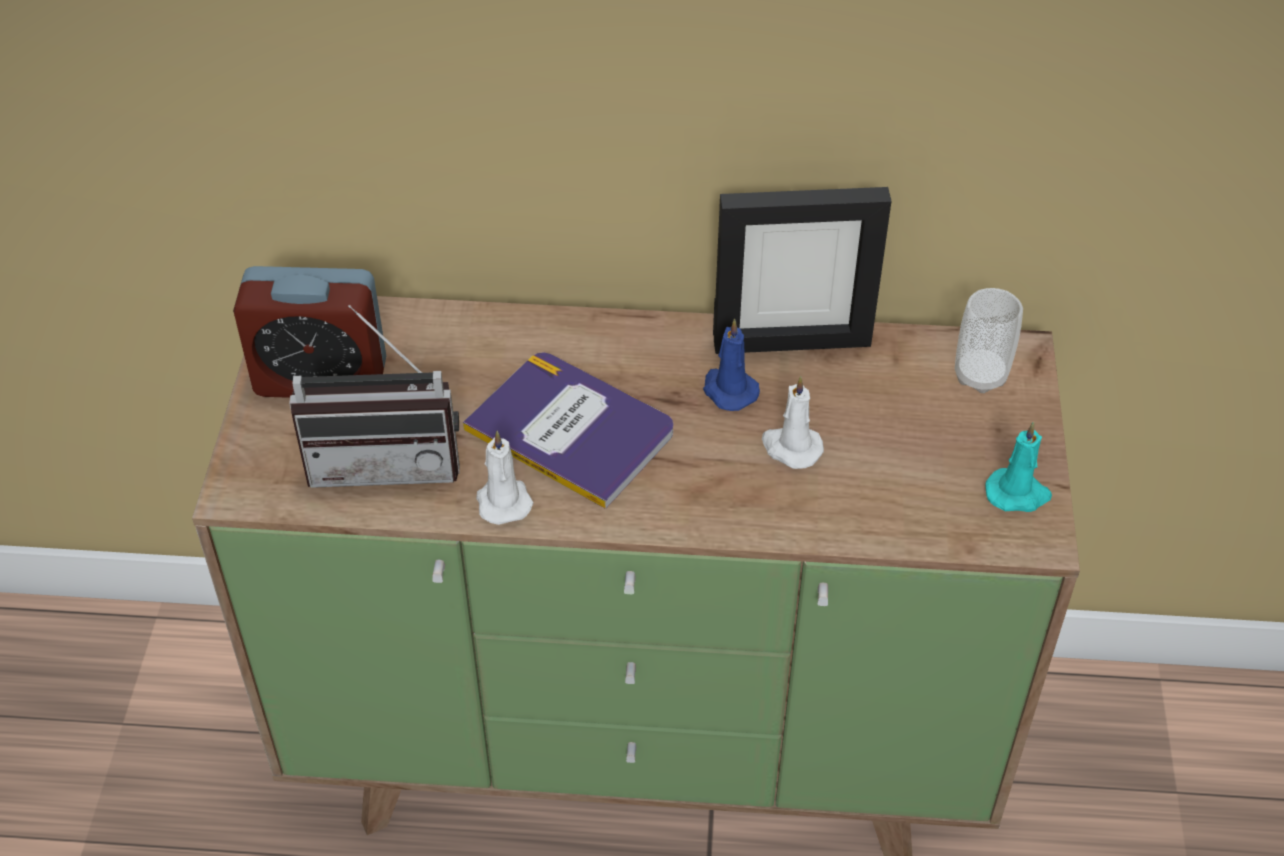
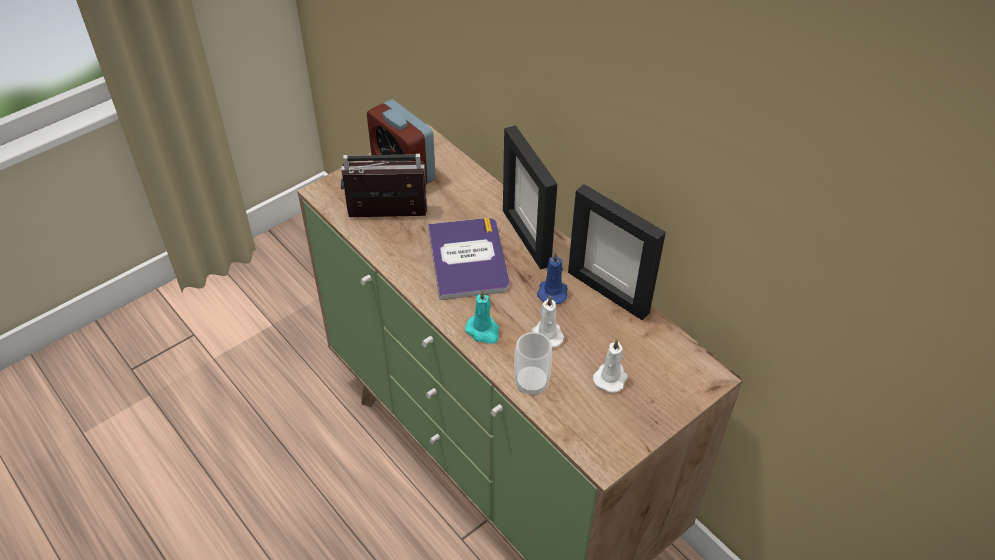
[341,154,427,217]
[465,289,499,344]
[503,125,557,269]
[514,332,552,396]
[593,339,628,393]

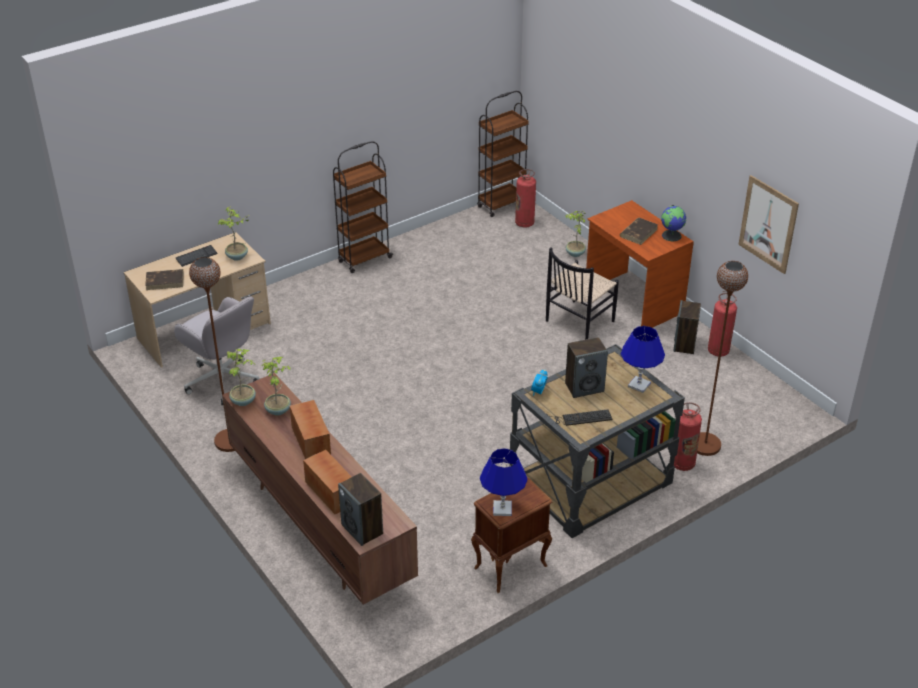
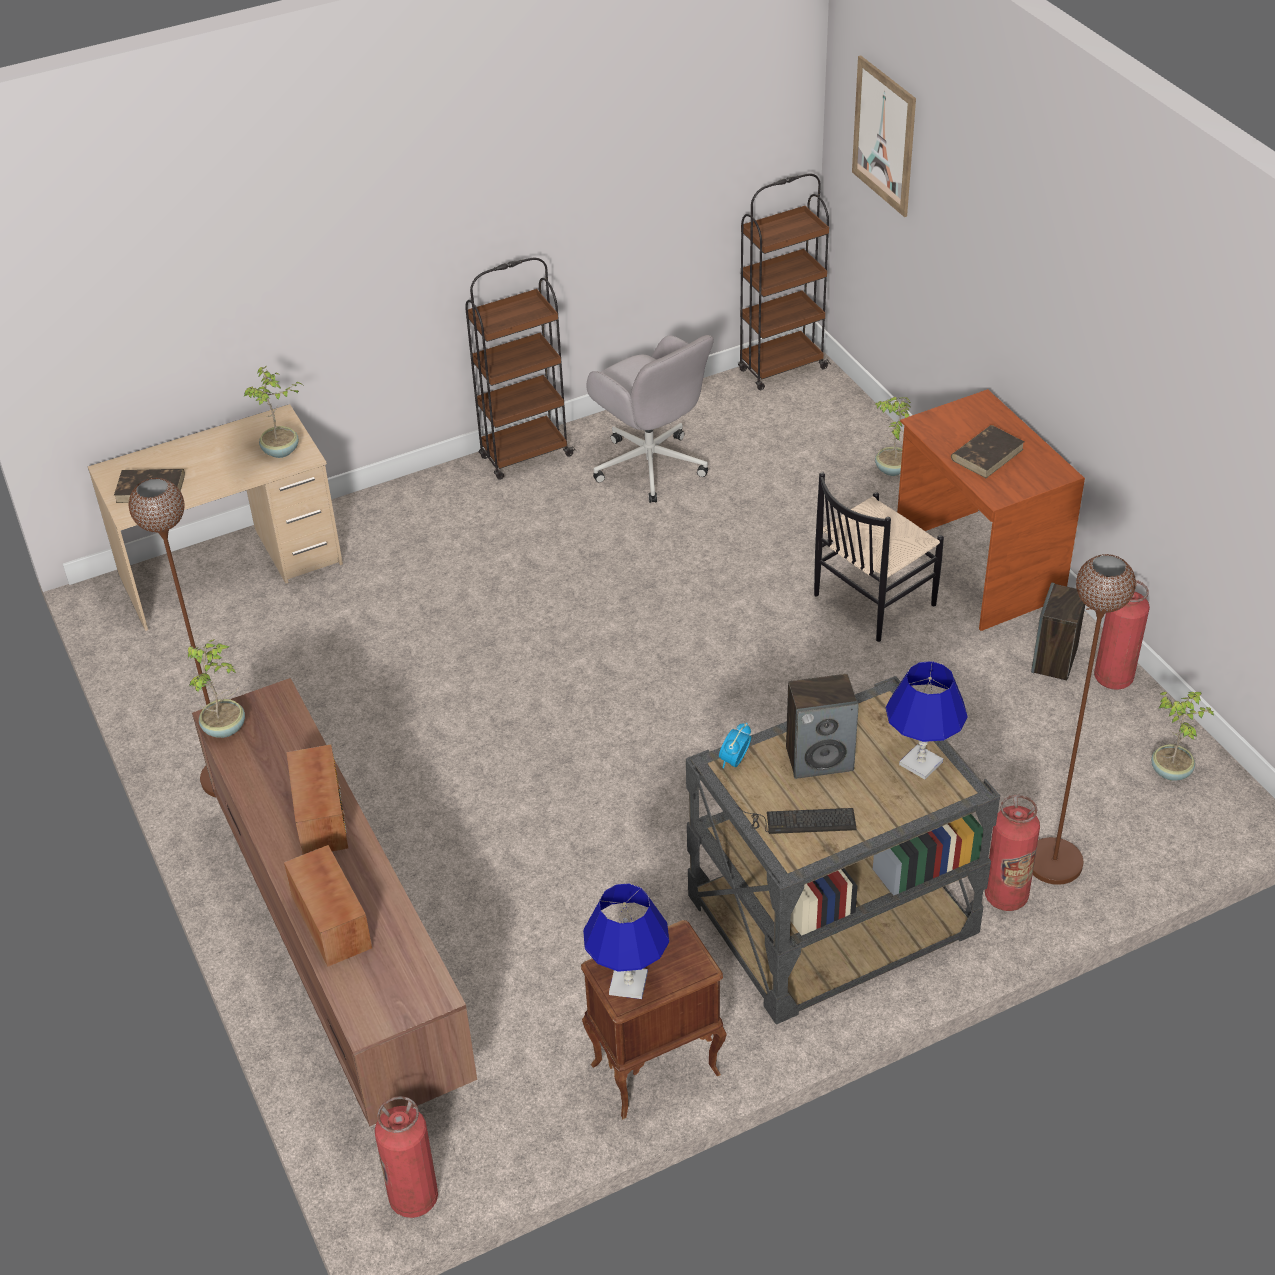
[375,1096,438,1218]
[587,335,714,503]
[852,55,916,217]
[1151,692,1215,781]
[176,245,218,267] (first image)
[338,473,383,546] (first image)
[661,205,686,241] (first image)

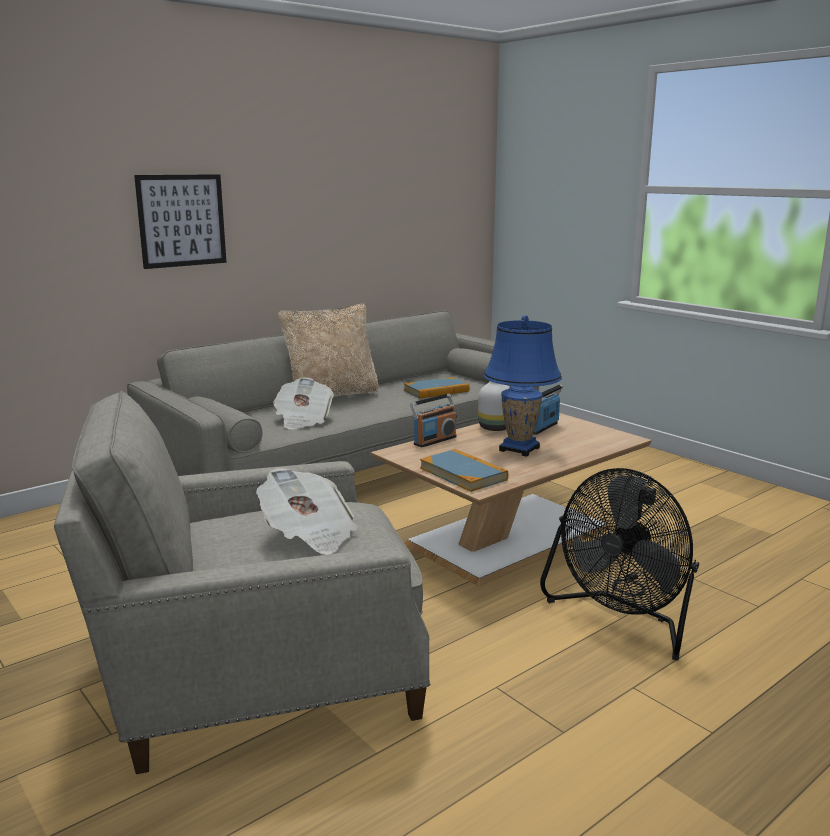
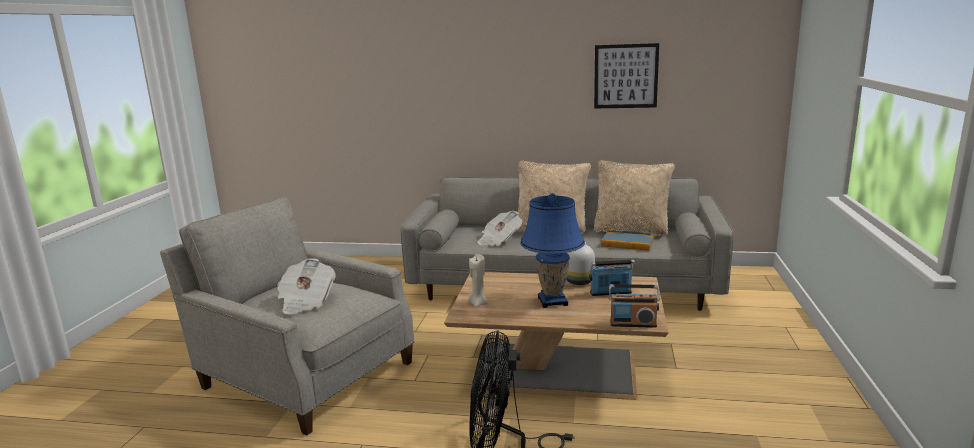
[468,254,487,307]
[594,43,659,108]
[594,160,675,236]
[609,284,660,328]

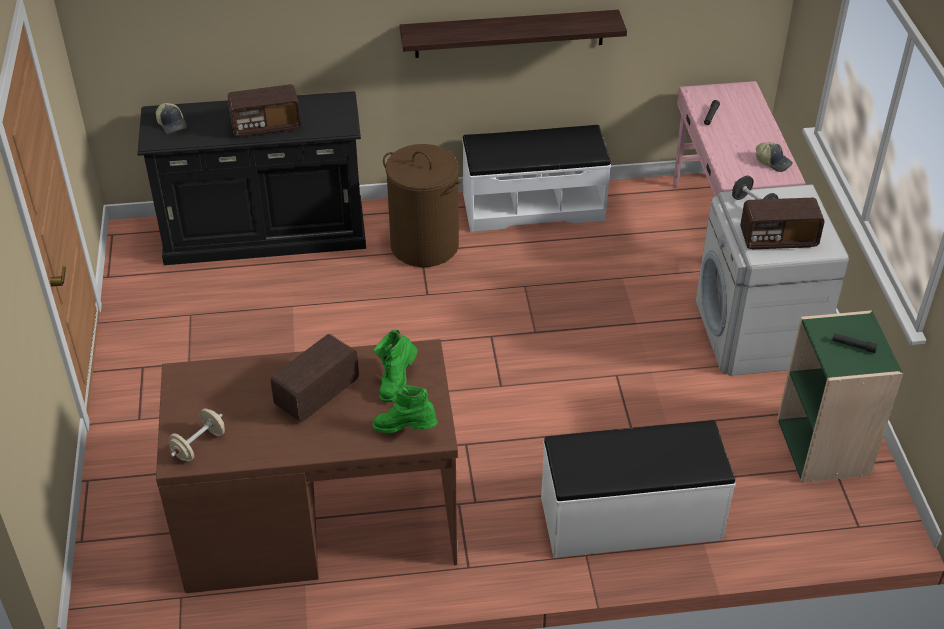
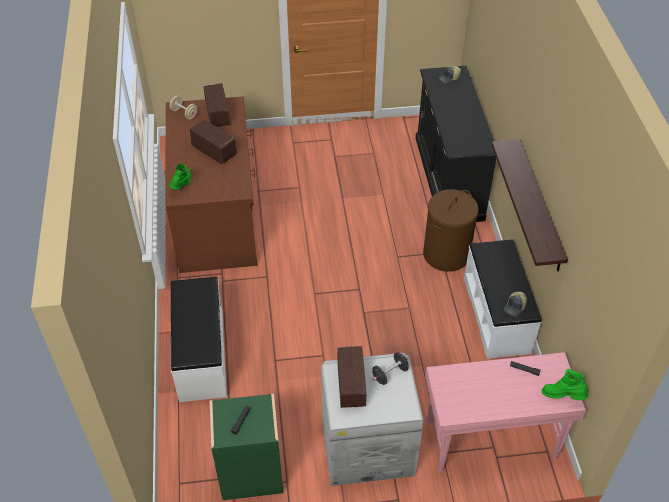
[203,83,230,127]
[504,292,527,317]
[542,369,588,400]

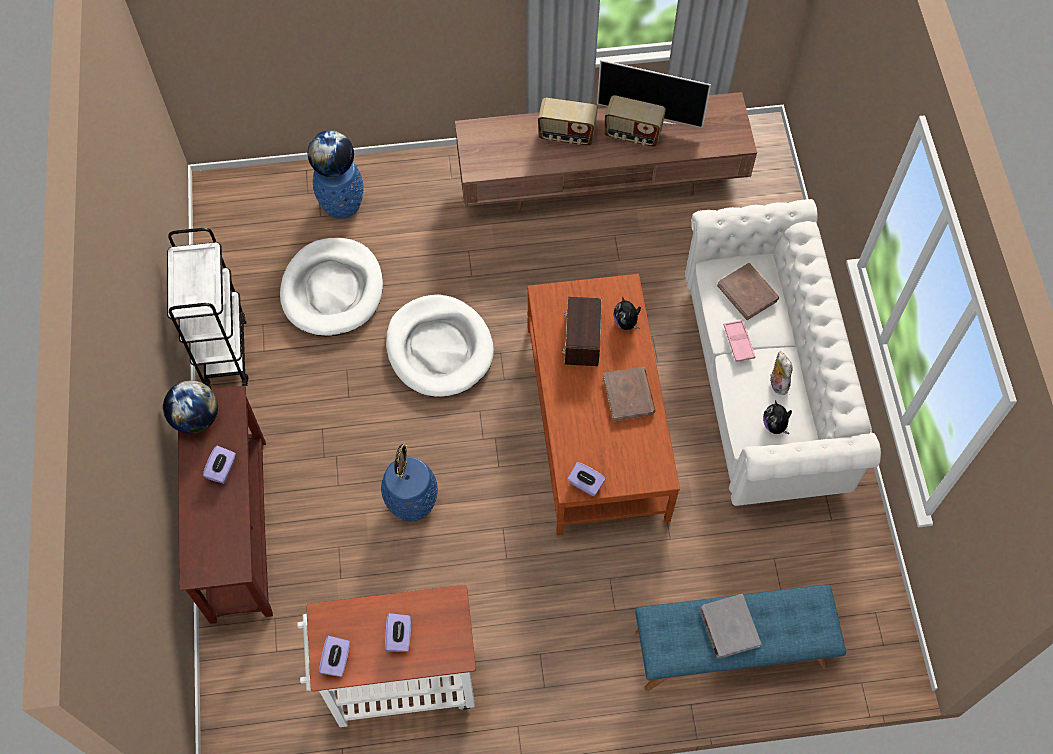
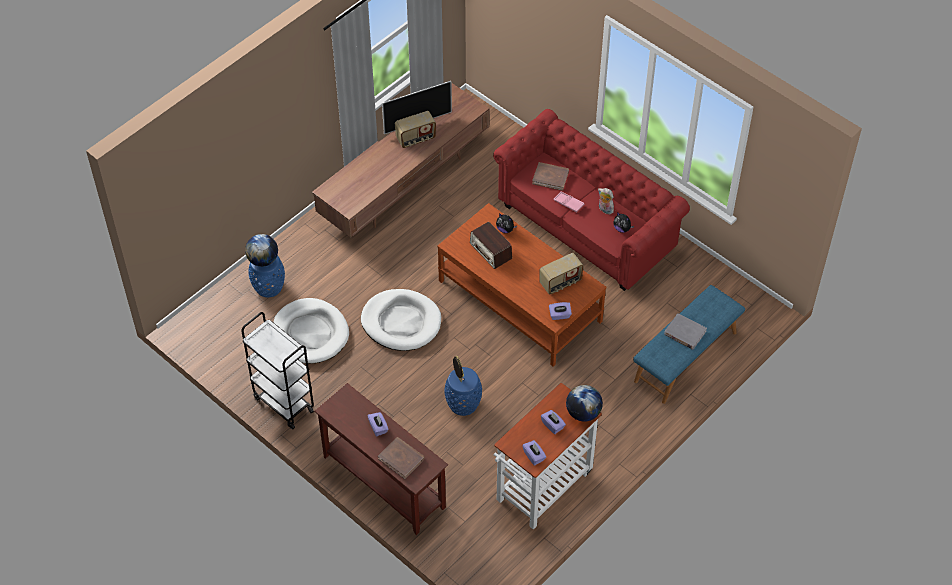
[378,437,425,479]
[493,109,690,291]
[539,253,584,295]
[566,385,603,422]

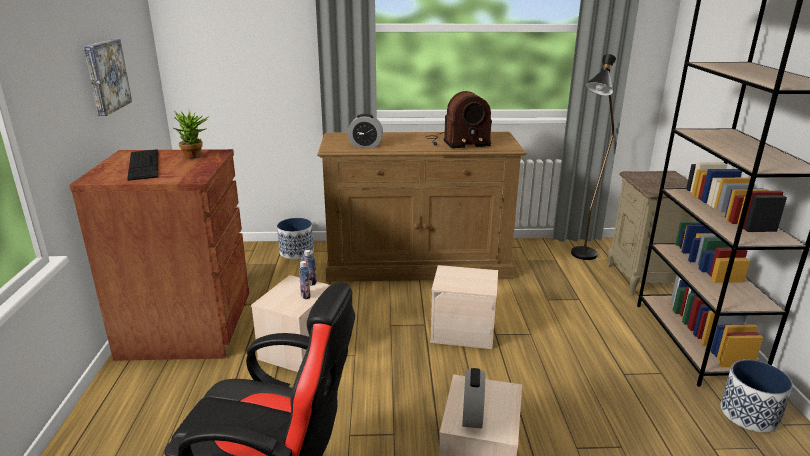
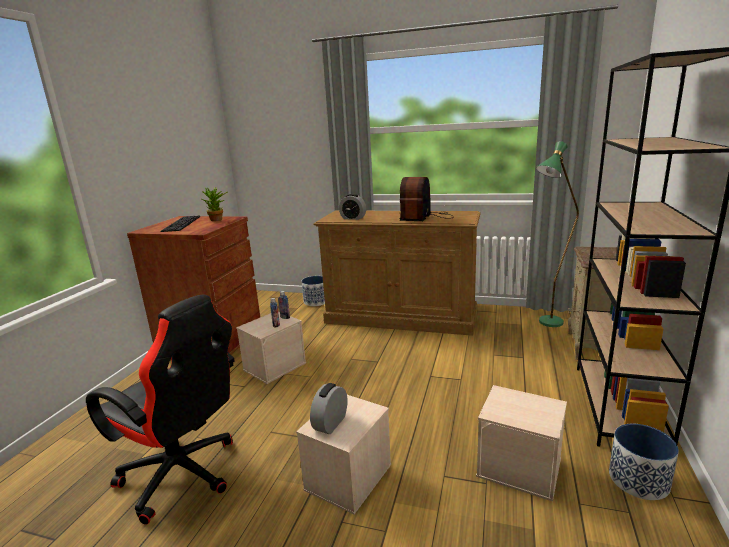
[400,177,454,221]
[476,385,567,501]
[536,141,579,327]
[84,39,132,116] (first image)

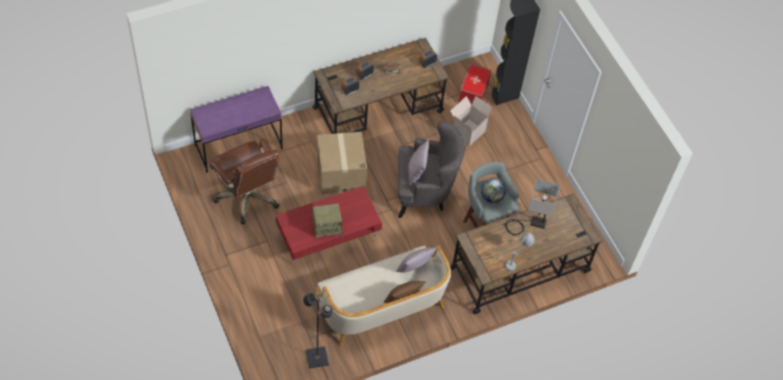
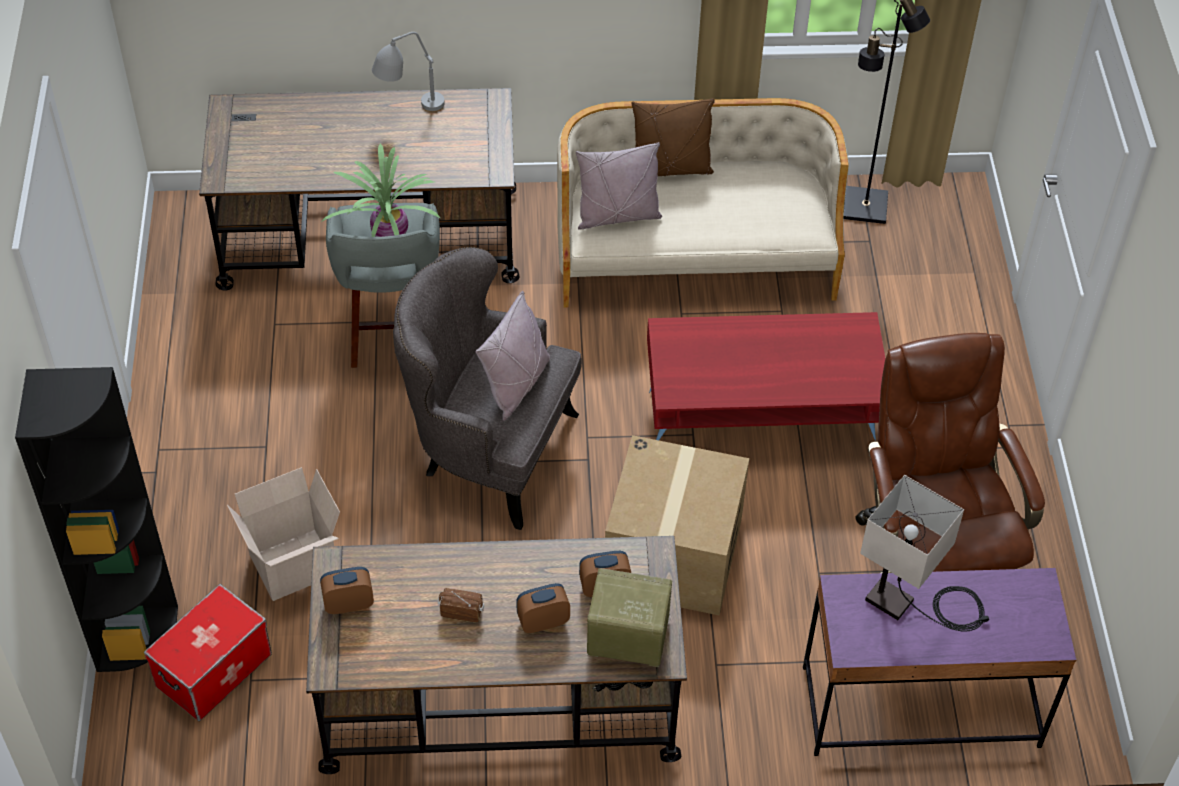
[321,143,440,237]
[587,568,672,667]
[860,475,989,632]

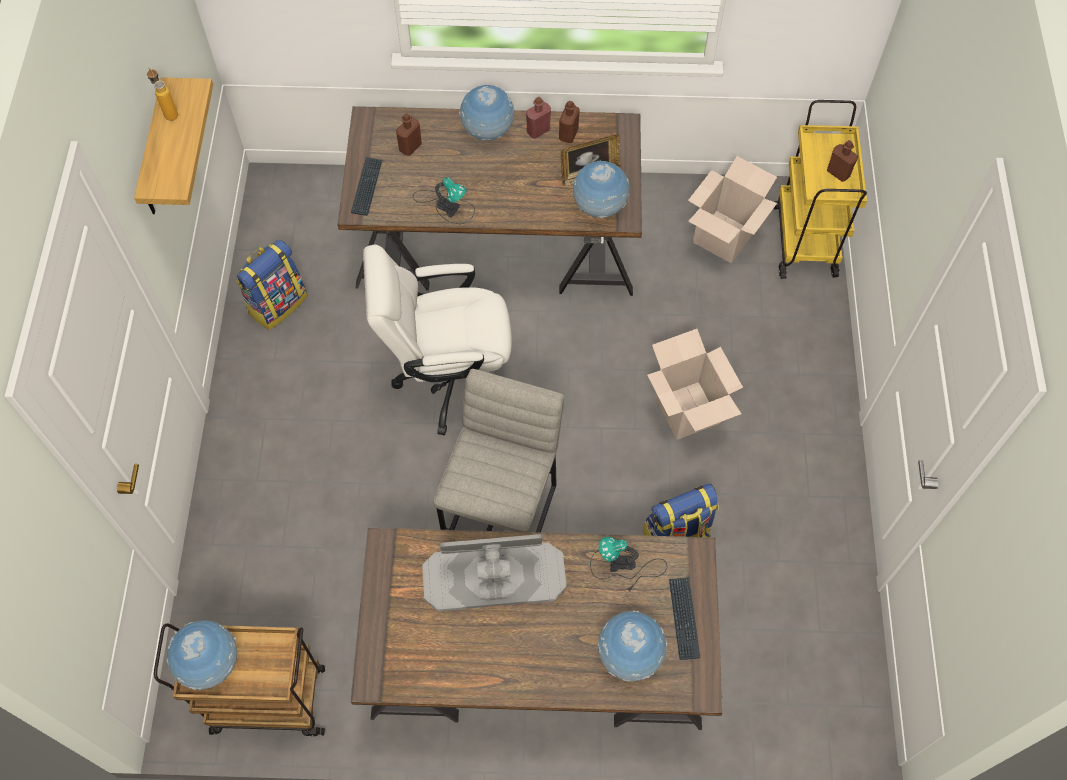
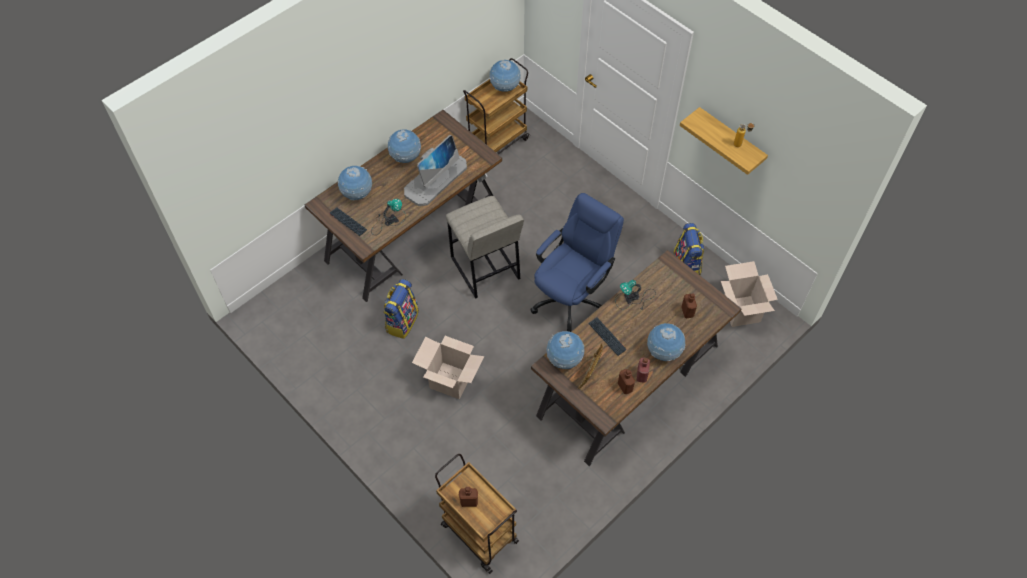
[388,130,421,163]
[435,454,519,574]
[530,193,624,332]
[588,317,627,356]
[721,261,778,327]

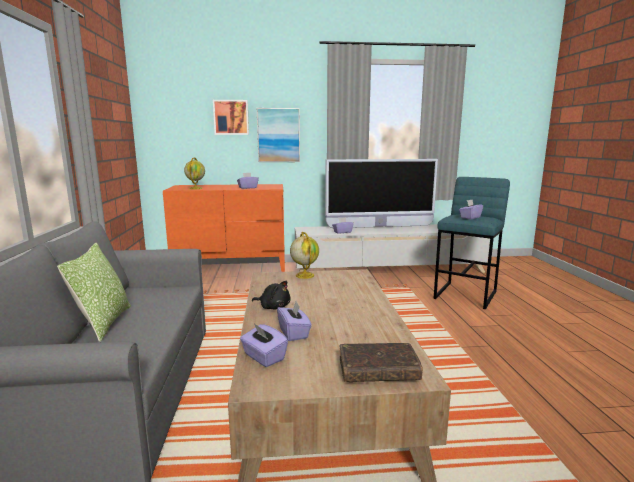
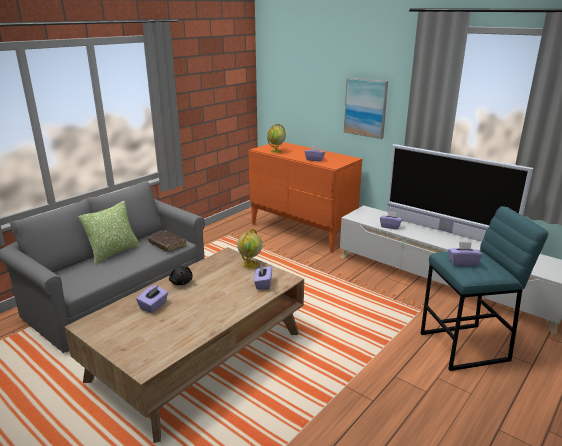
[148,230,187,252]
[254,264,272,290]
[213,100,249,135] (first image)

